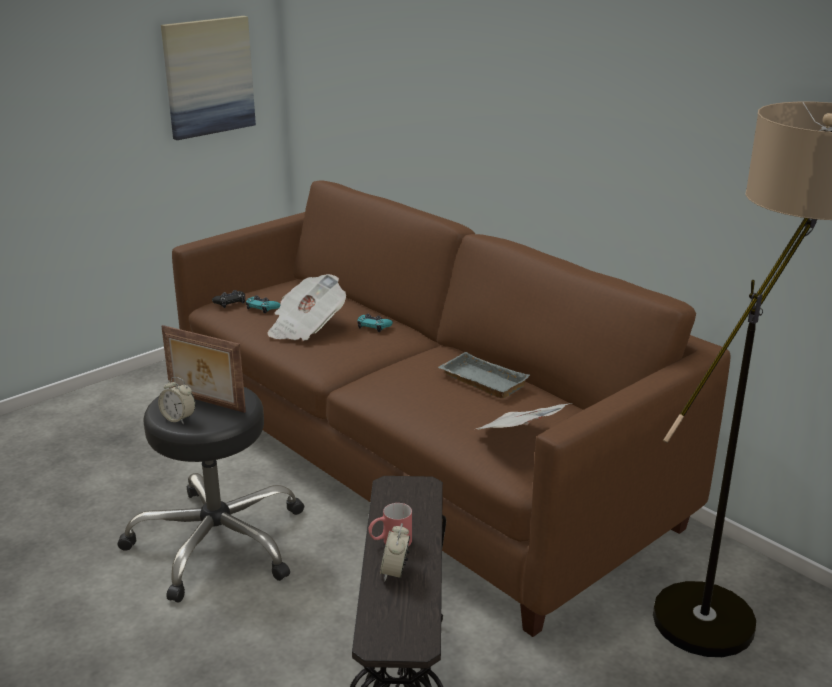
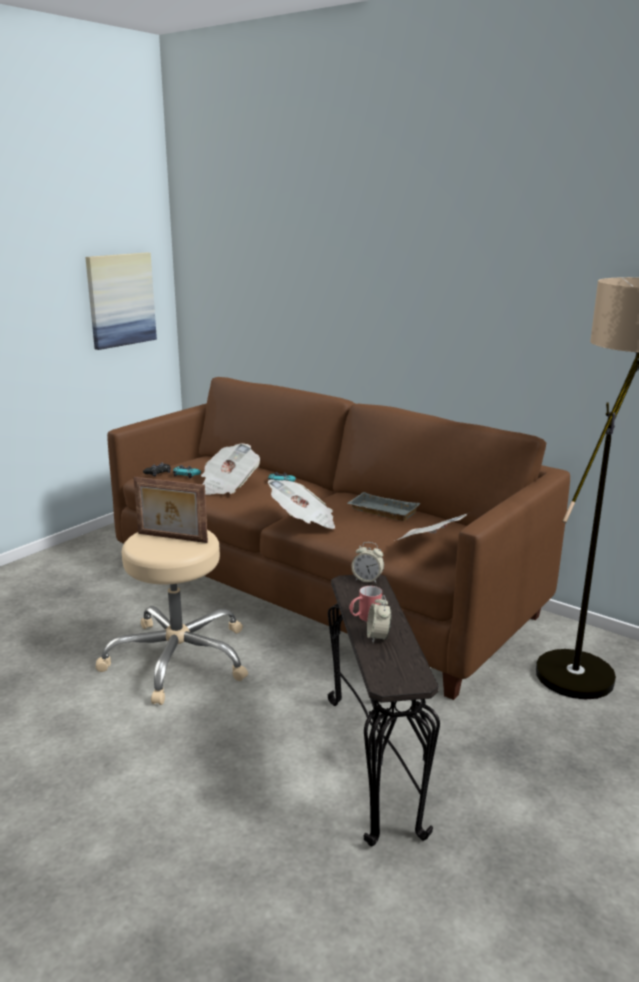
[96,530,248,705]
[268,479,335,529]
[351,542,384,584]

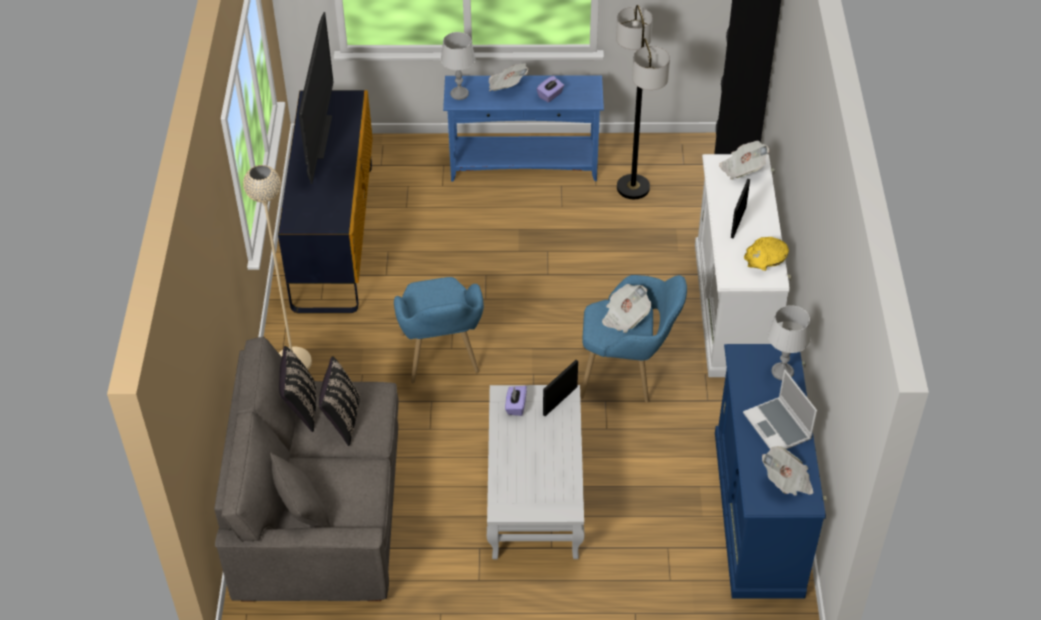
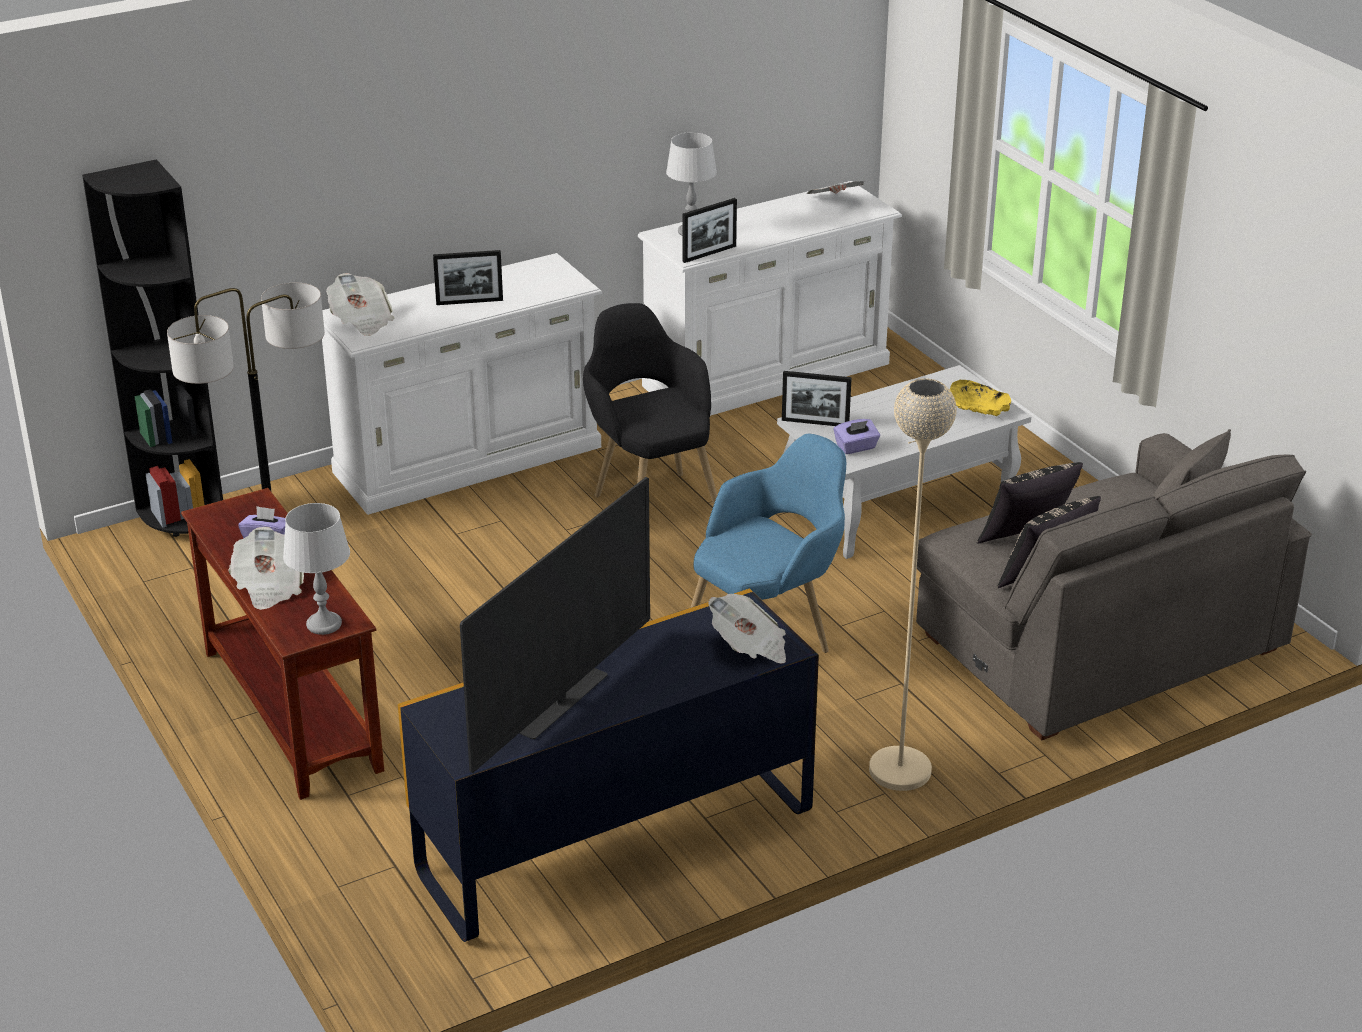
[181,488,384,800]
[460,477,650,773]
[583,303,717,506]
[638,181,902,416]
[682,198,737,263]
[708,594,786,663]
[950,380,1011,416]
[743,369,817,449] (first image)

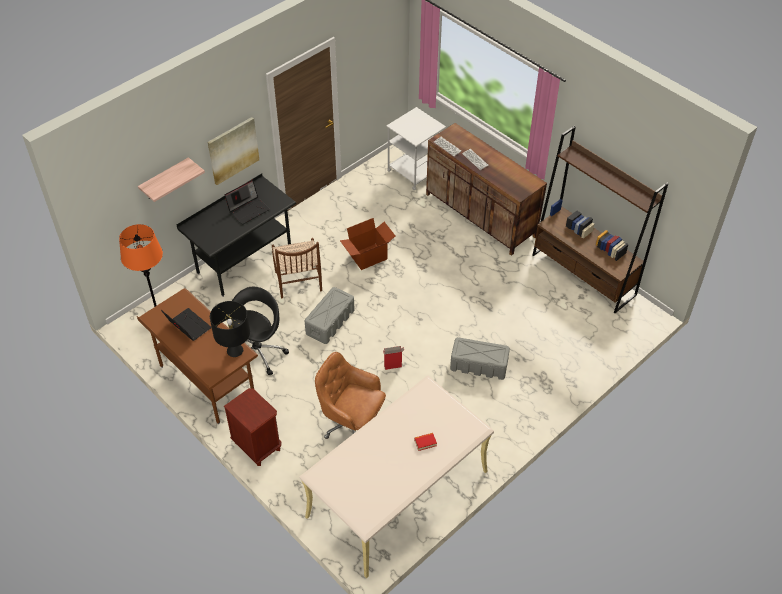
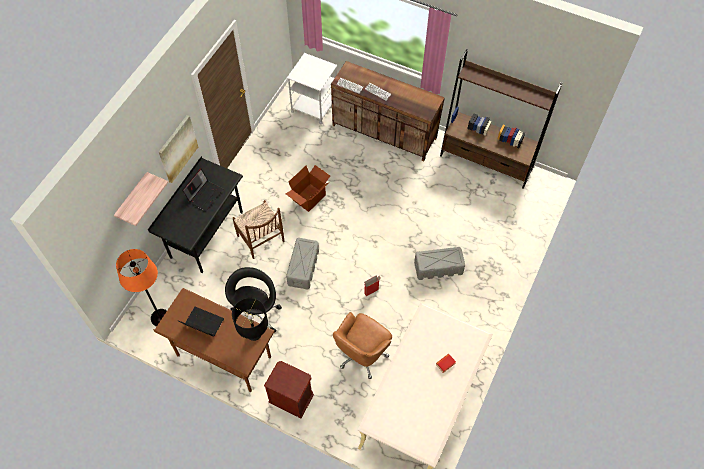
[333,312,392,379]

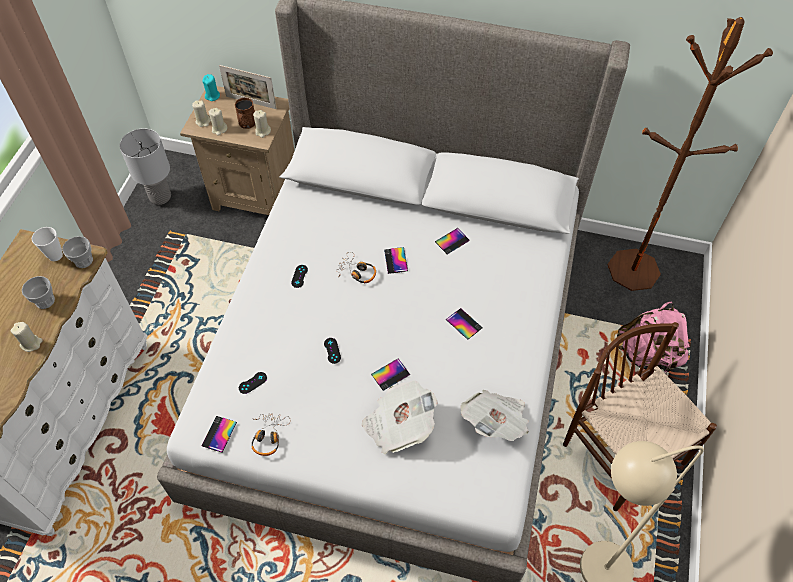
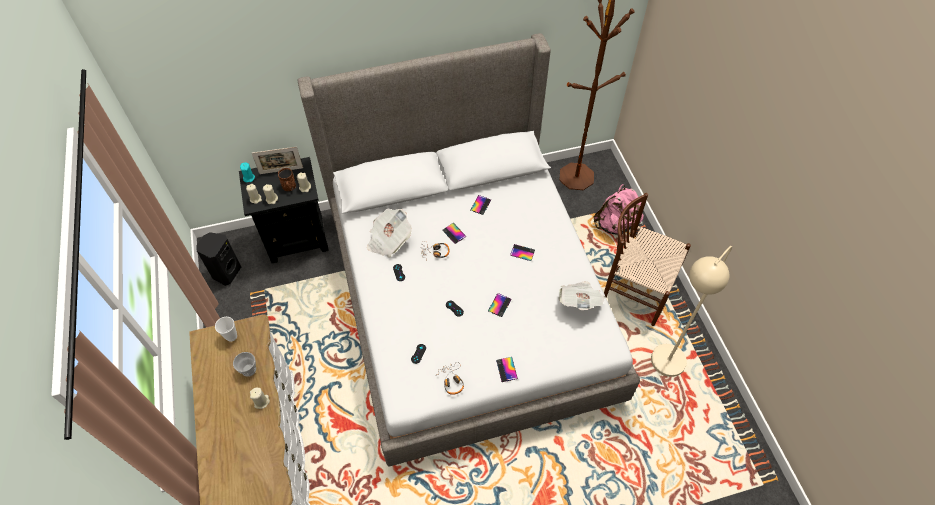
[196,232,241,286]
[239,157,329,263]
[367,208,412,257]
[496,357,518,382]
[62,236,93,268] (first image)

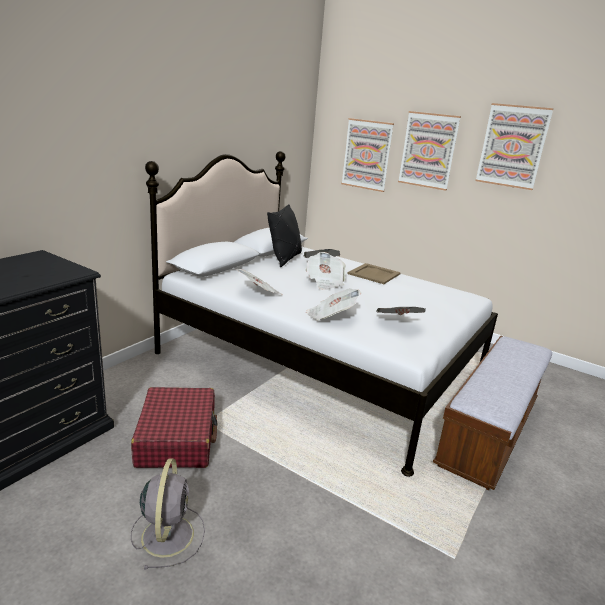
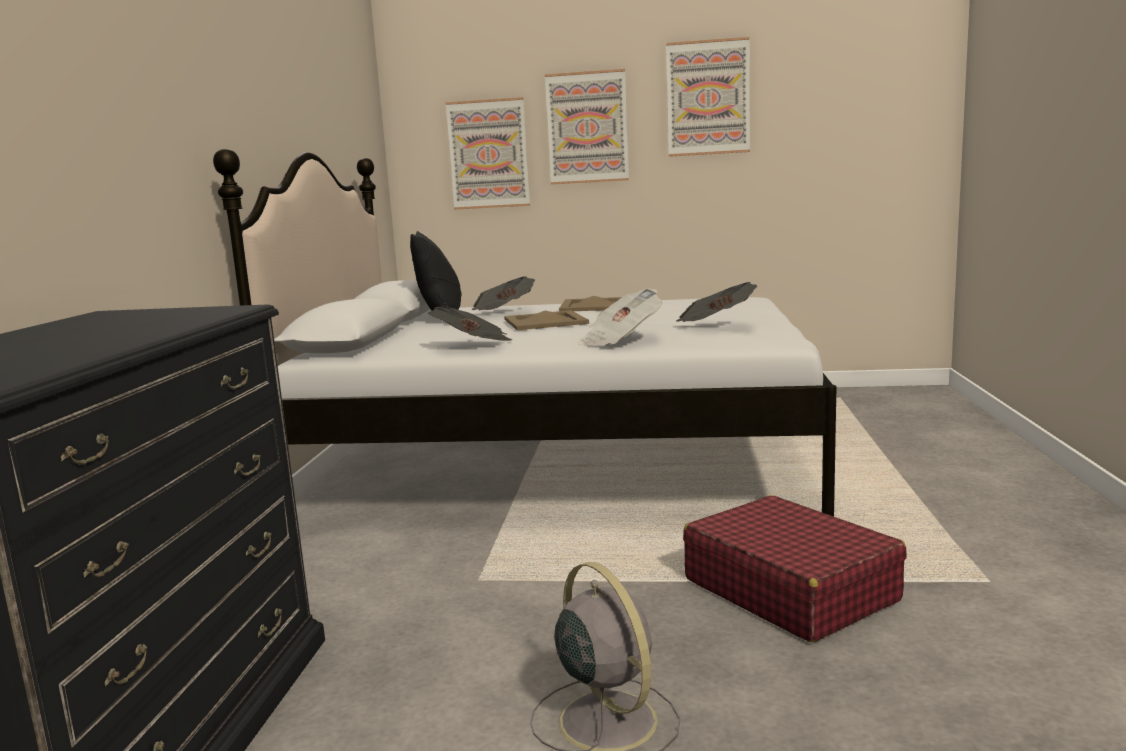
[504,310,589,330]
[683,495,907,642]
[433,336,552,490] (first image)

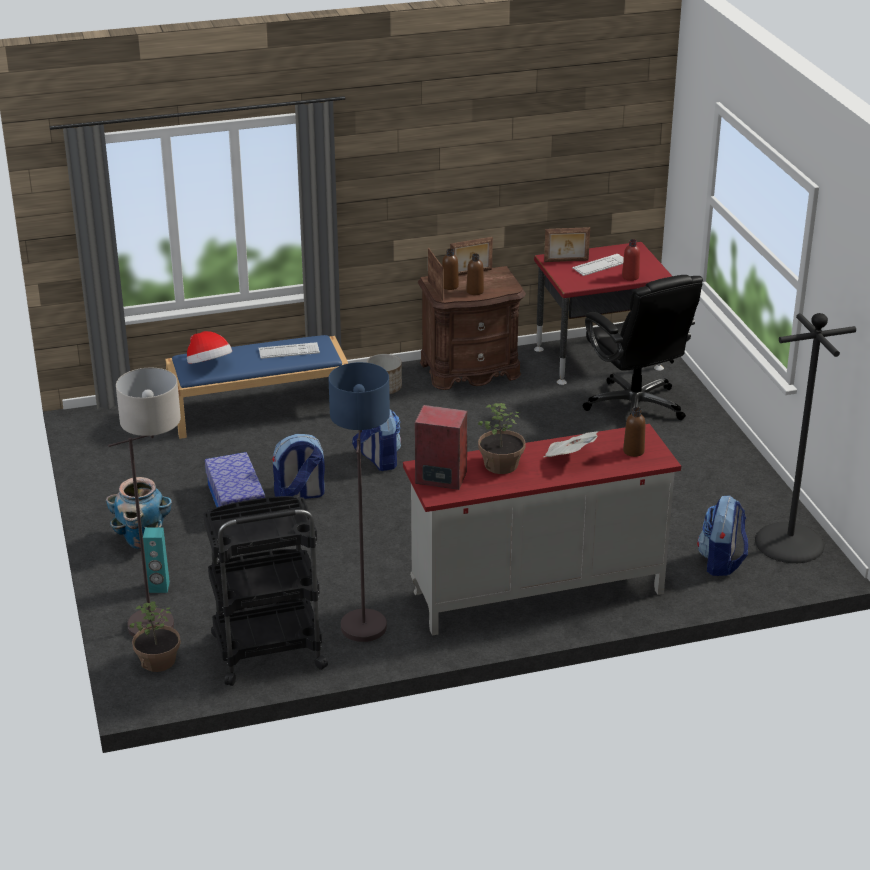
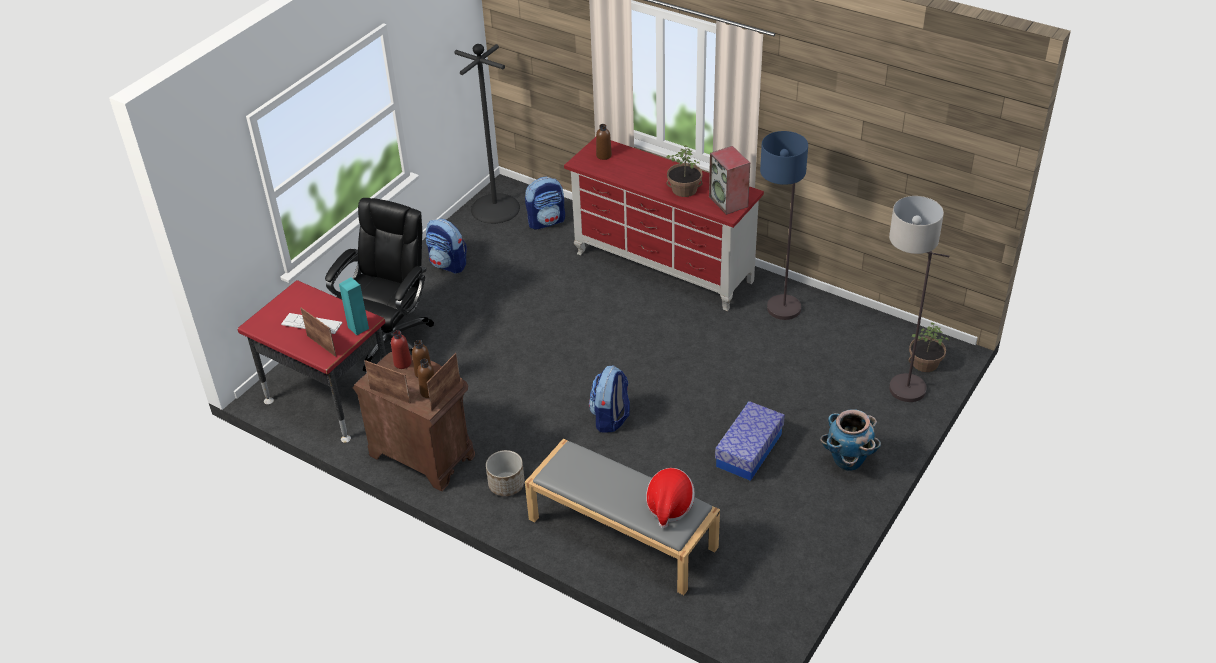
[339,277,369,335]
[391,330,412,369]
[426,219,467,274]
[525,439,720,595]
[203,495,328,686] (first image)
[259,342,320,359] (first image)
[544,431,598,457] (first image)

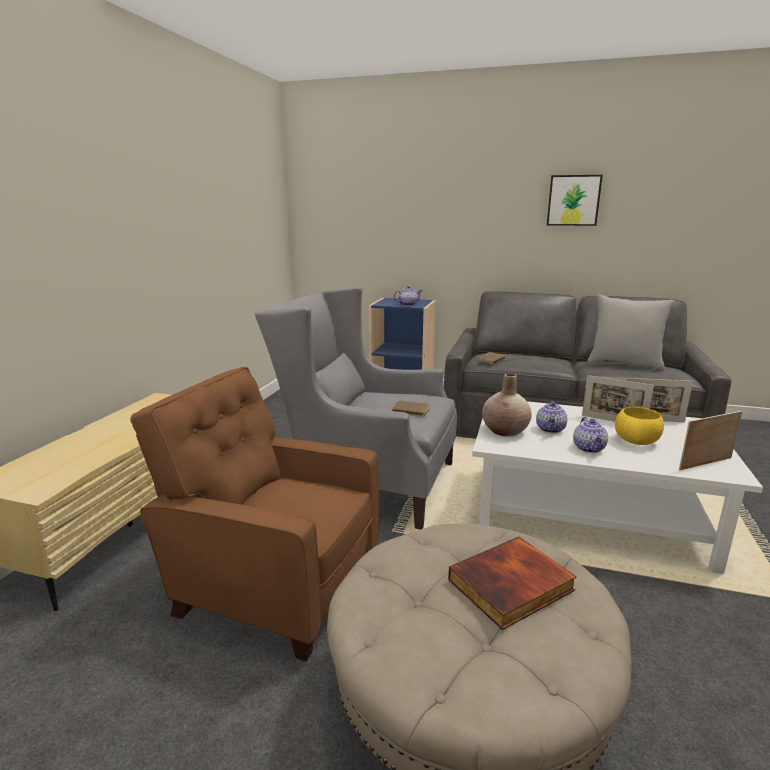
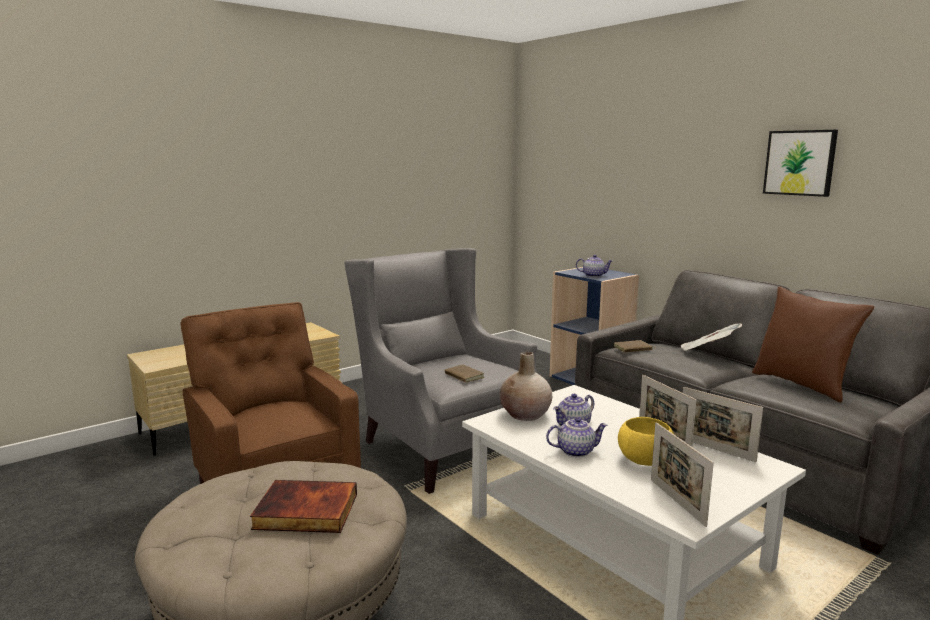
[546,417,608,457]
[651,422,714,527]
[681,324,742,351]
[752,286,874,402]

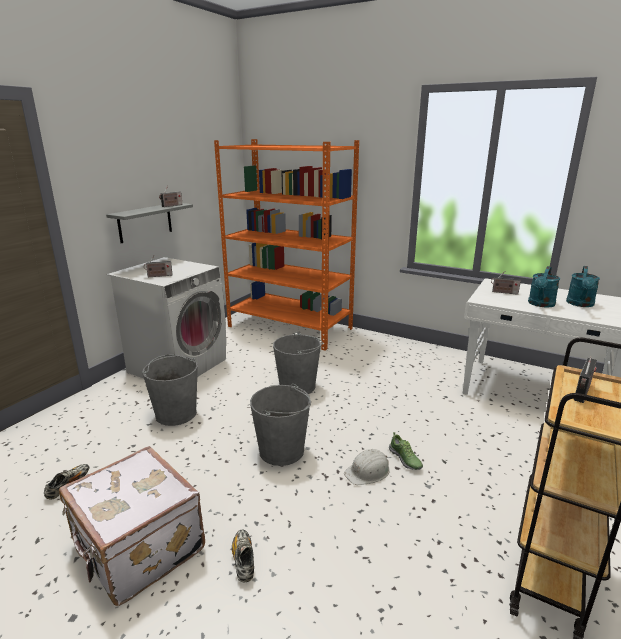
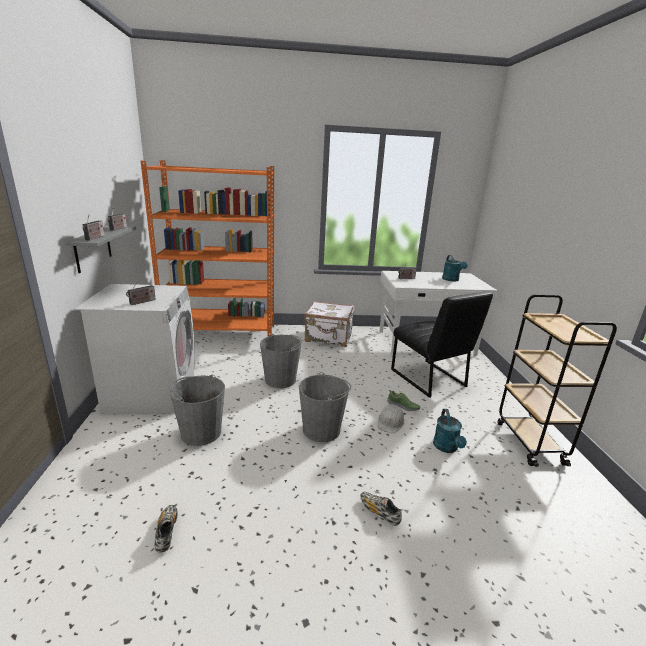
[83,214,104,240]
[304,301,354,347]
[391,292,493,398]
[433,409,467,453]

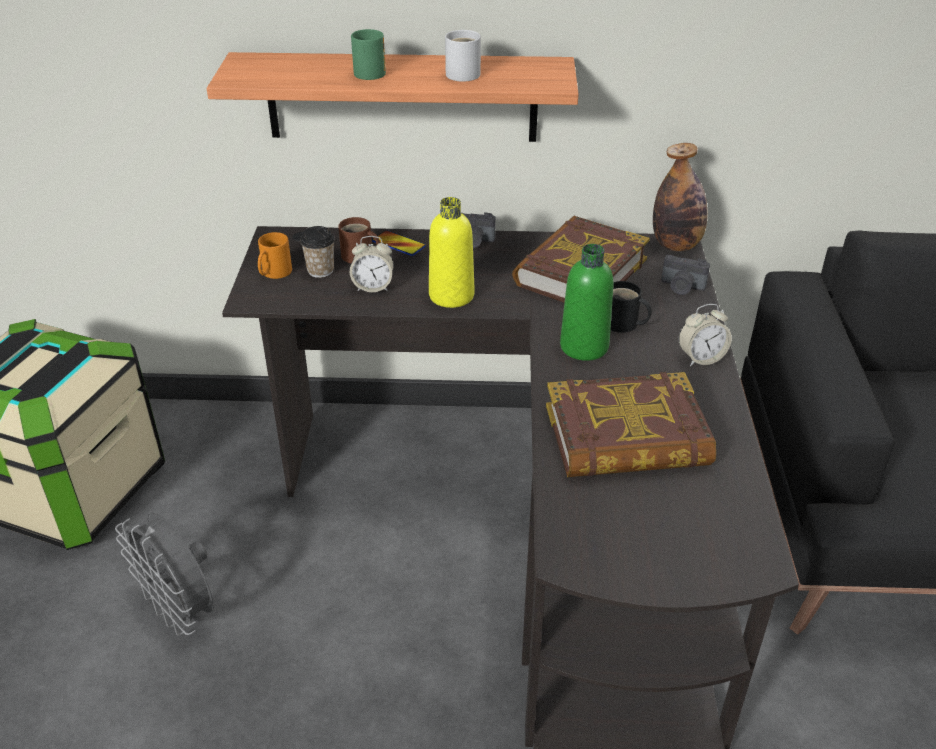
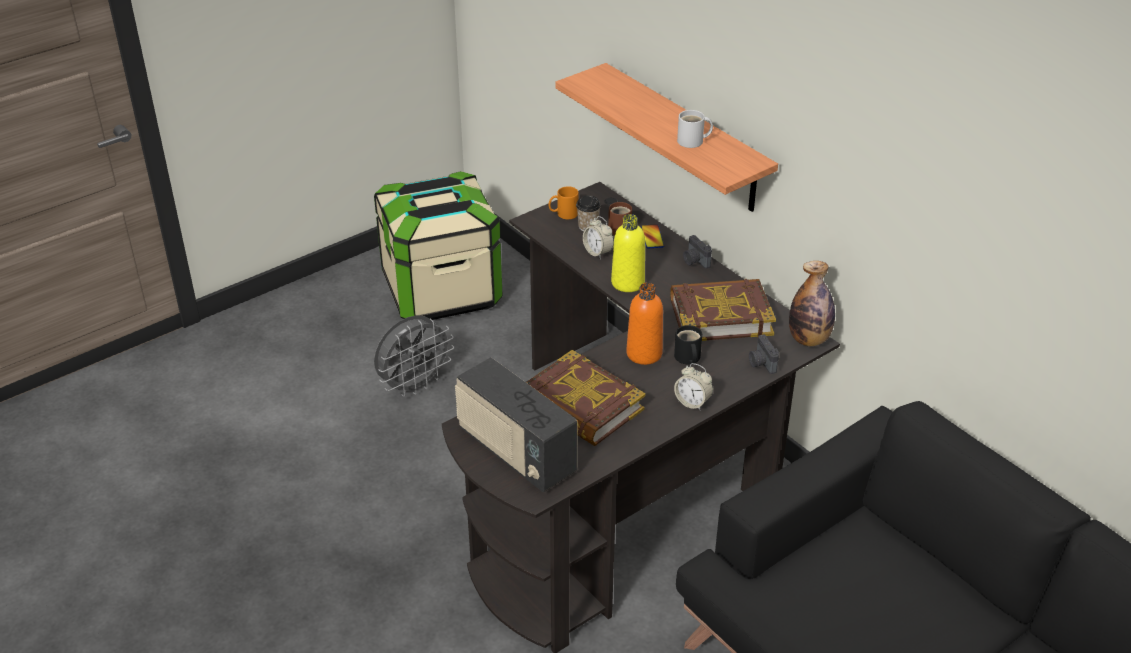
[374,315,454,397]
[455,357,578,492]
[626,283,663,365]
[351,29,386,80] (first image)

